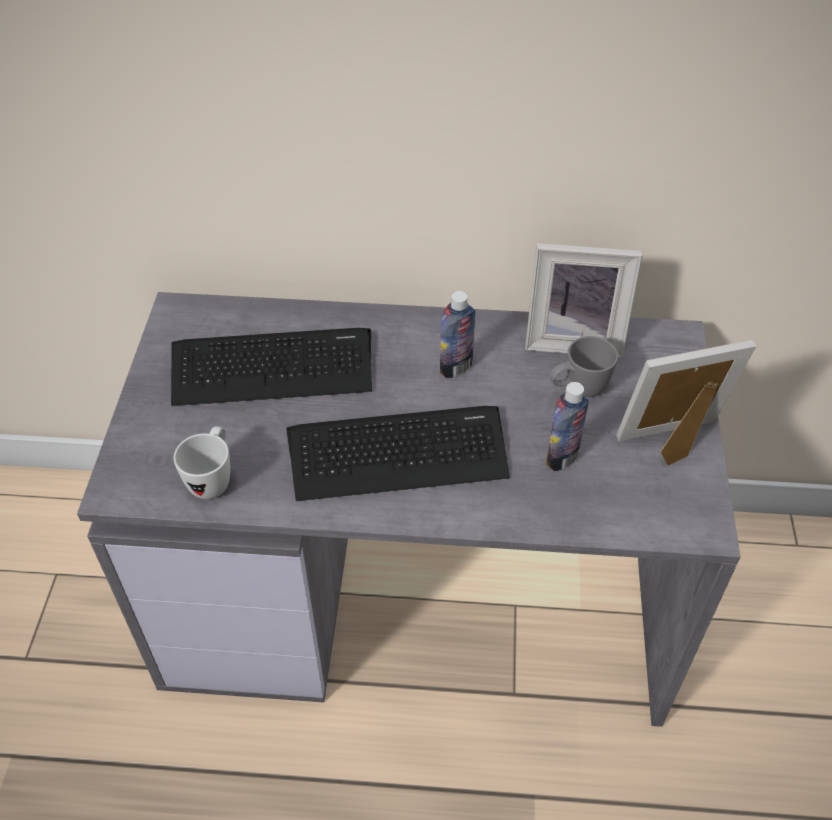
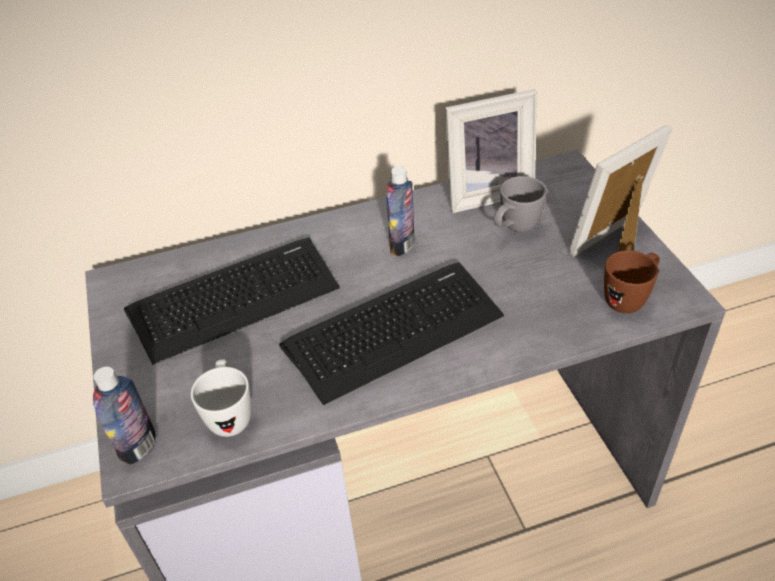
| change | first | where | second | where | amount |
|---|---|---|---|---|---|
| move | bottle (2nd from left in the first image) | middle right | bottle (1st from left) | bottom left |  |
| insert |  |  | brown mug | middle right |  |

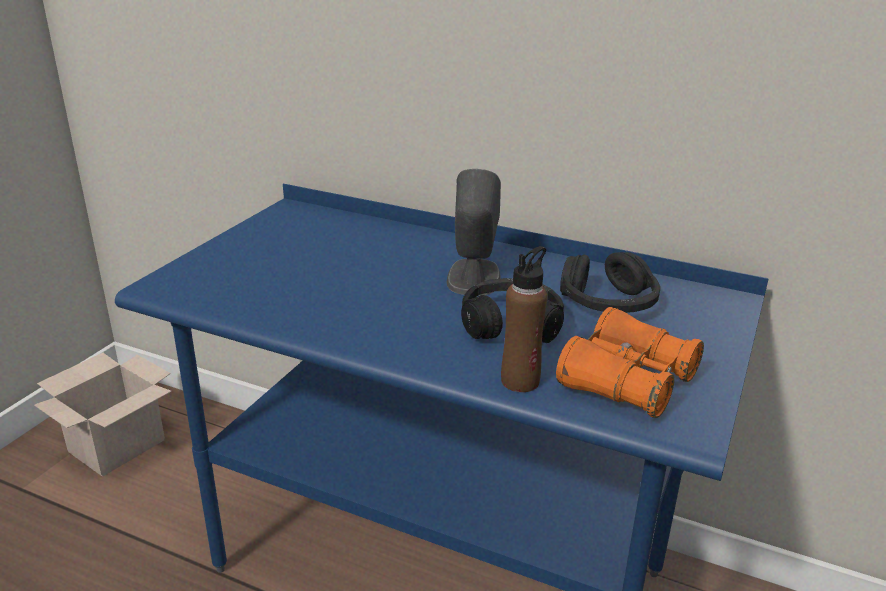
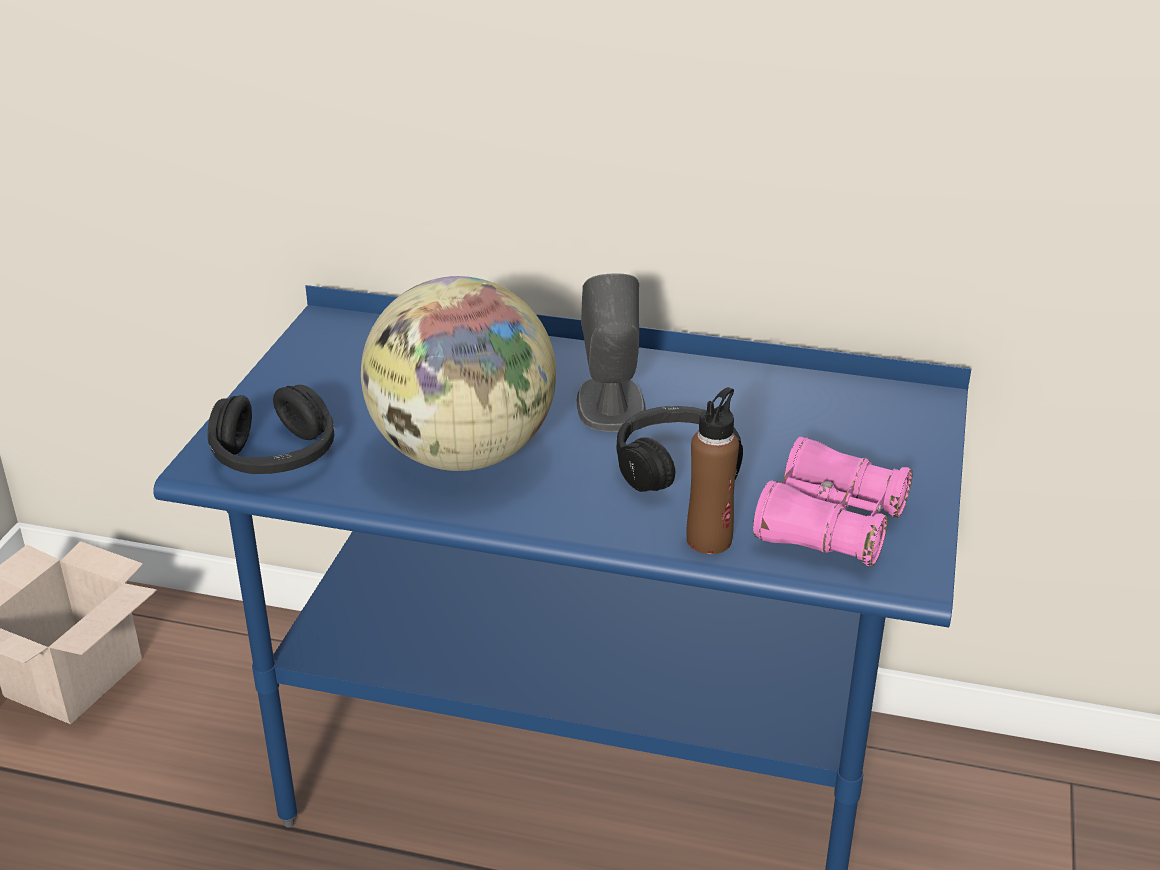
| change | first | where | second | where | amount |
|---|---|---|---|---|---|
| recolor | orange binoculars | middle right | pink binoculars | middle right |  |
| move | black headphones (2nd from left in the first image) | middle right | black headphones (1st from left) | middle left |  |
| insert |  |  | globe | centre |  |

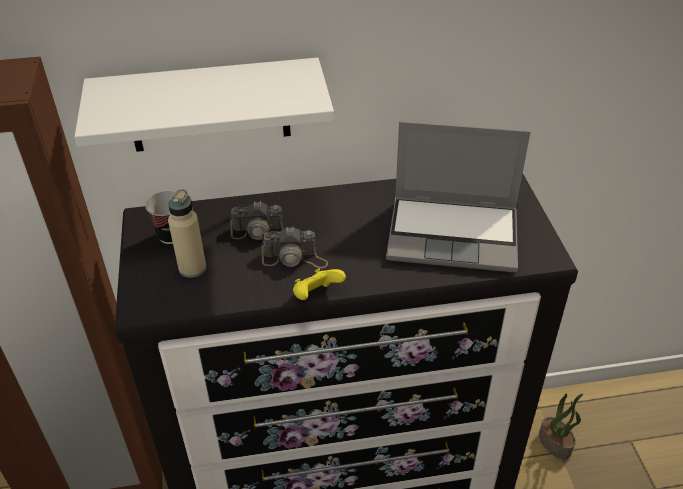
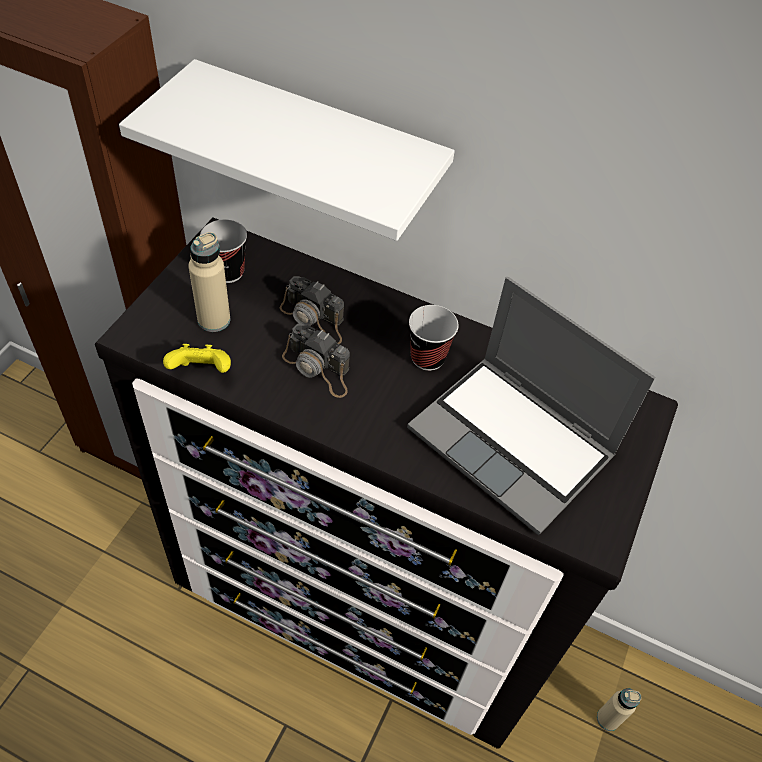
| change | first | where | second | where | amount |
|---|---|---|---|---|---|
| move | yellow game controller | centre |  | middle left |  |
| replace | potted plant | bottom right | beige bottle (2nd from left) | bottom right |  |
| insert |  |  | cup (2nd from left) | centre |  |

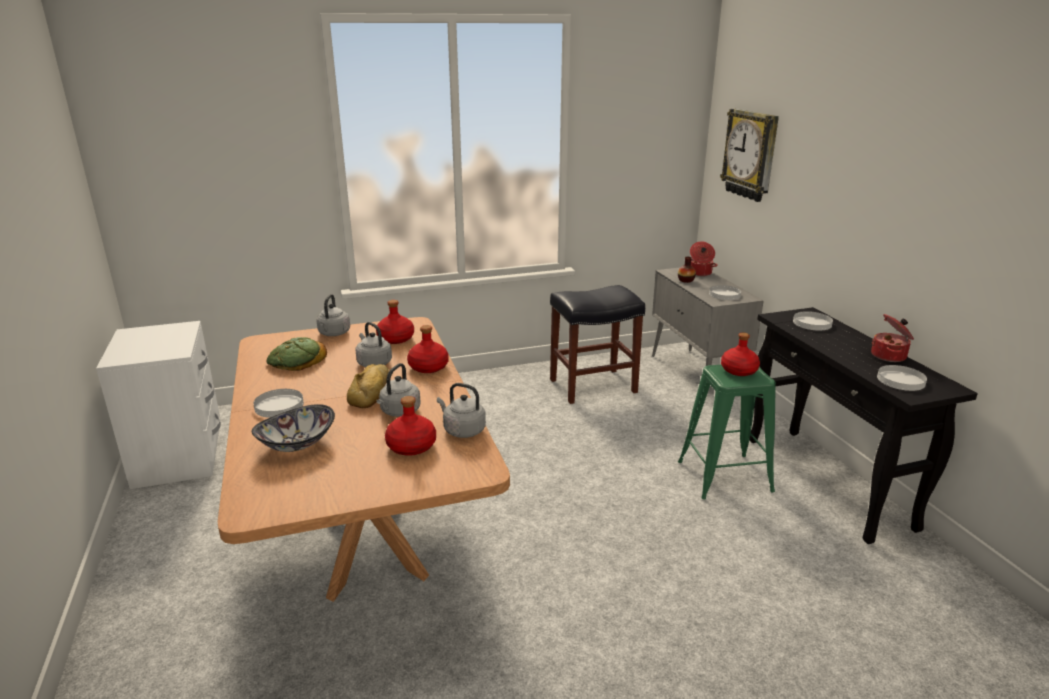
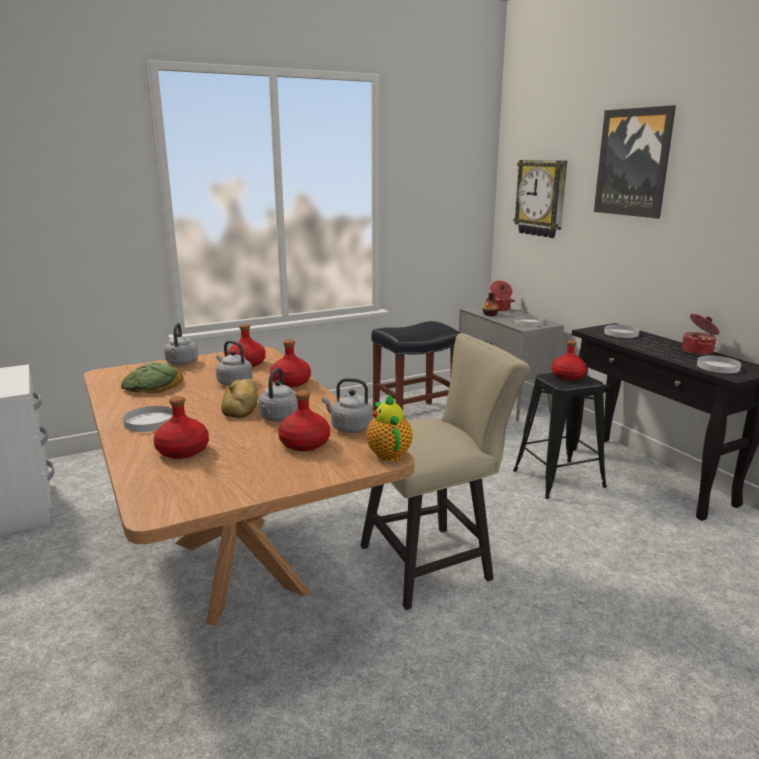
| change | first | where | second | where | amount |
|---|---|---|---|---|---|
| replace | bowl | middle left | red bottle (1st from left) | middle left |  |
| recolor | green stool | middle right | black stool (2nd from left) | middle right |  |
| insert |  |  | beige chair | centre |  |
| insert |  |  | teapot | centre |  |
| insert |  |  | picture | top right |  |

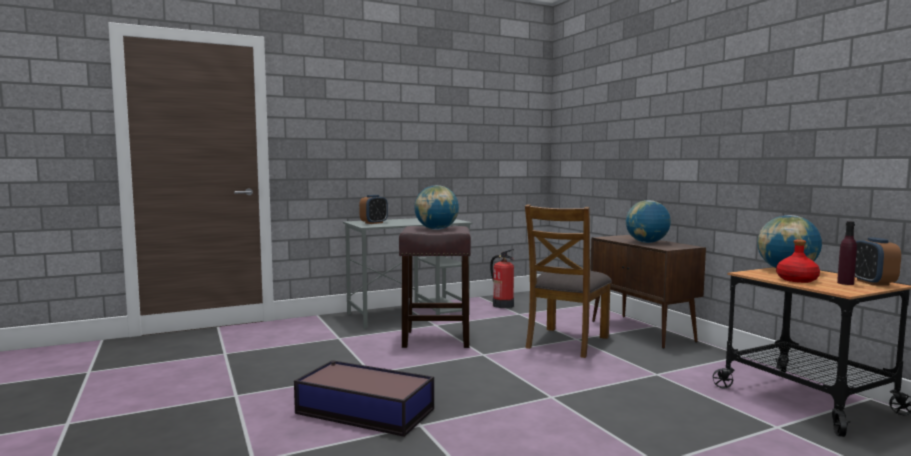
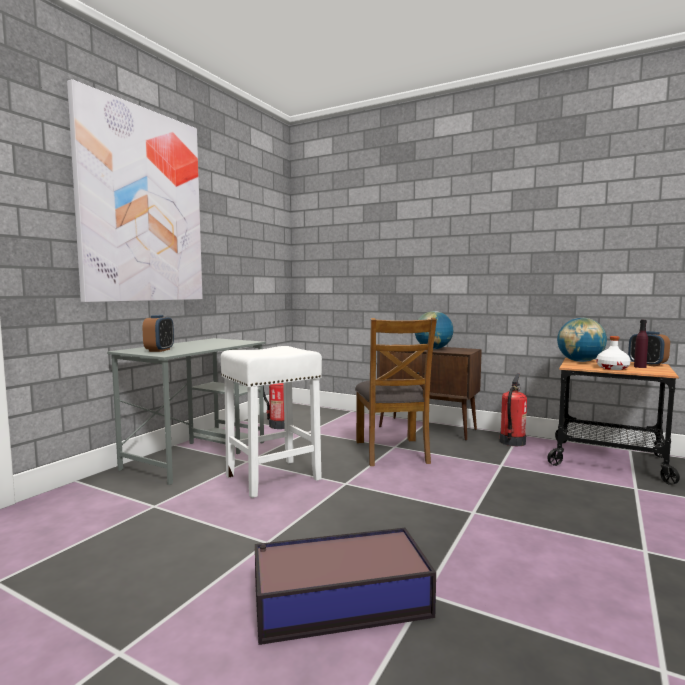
| change | first | where | second | where | amount |
|---|---|---|---|---|---|
| recolor | brown stool | centre | white stool | centre |  |
| delete | globe (1st from left) | centre |  |  |  |
| recolor | red bottle | middle right | white bottle | middle right |  |
| insert |  |  | picture | top left |  |
| insert |  |  | fire extinguisher (2nd from left) | middle right |  |

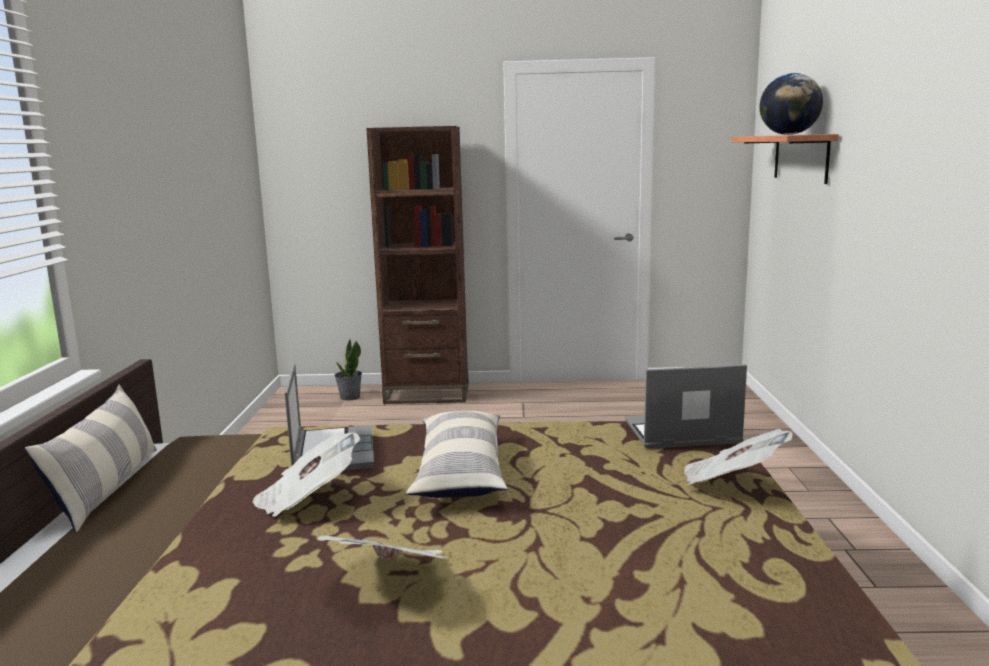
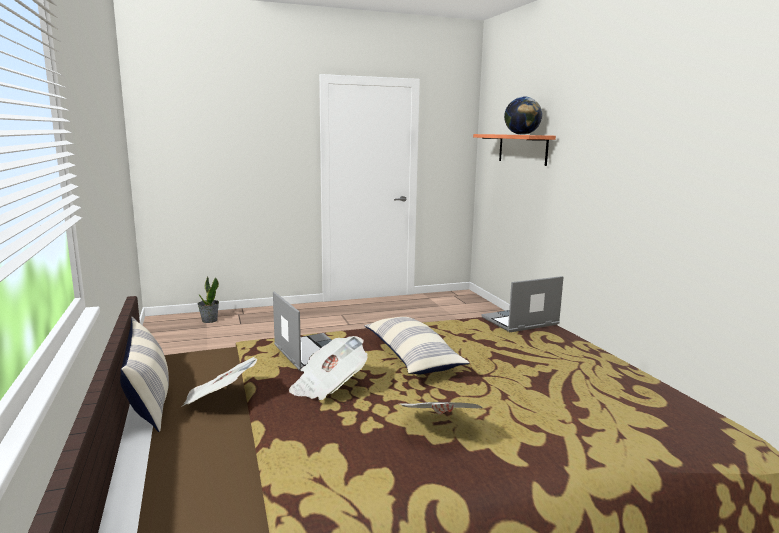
| change | first | where | second | where | amount |
|---|---|---|---|---|---|
| delete | brown bookcase | centre |  |  |  |
| move | newspaper (3rd from left in the first image) | bottom right | newspaper (1st from left) | bottom left |  |

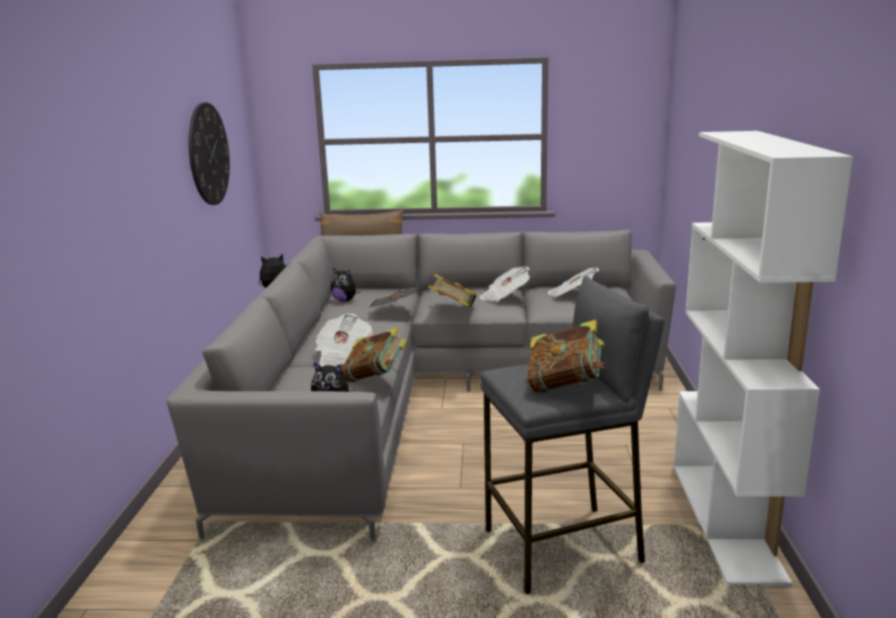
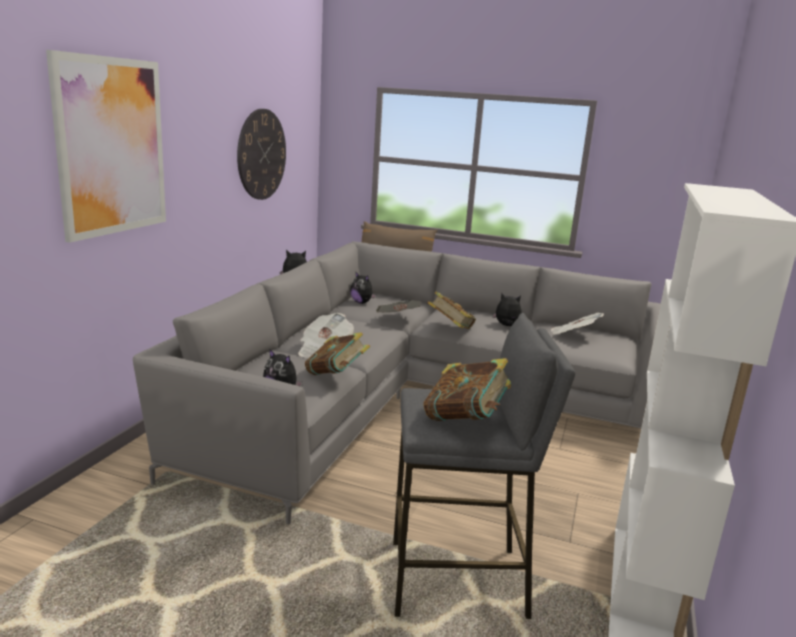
| change | first | where | second | where | amount |
|---|---|---|---|---|---|
| replace | newspaper (3rd from left) | centre | plush toy (4th from left) | centre |  |
| insert |  |  | picture | top left |  |

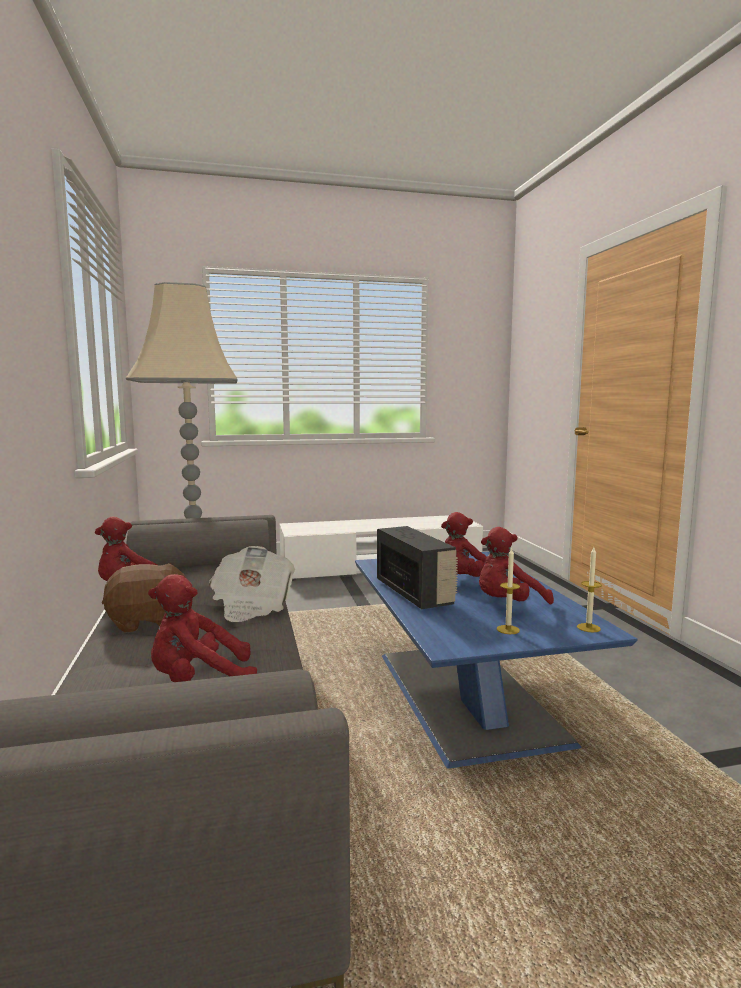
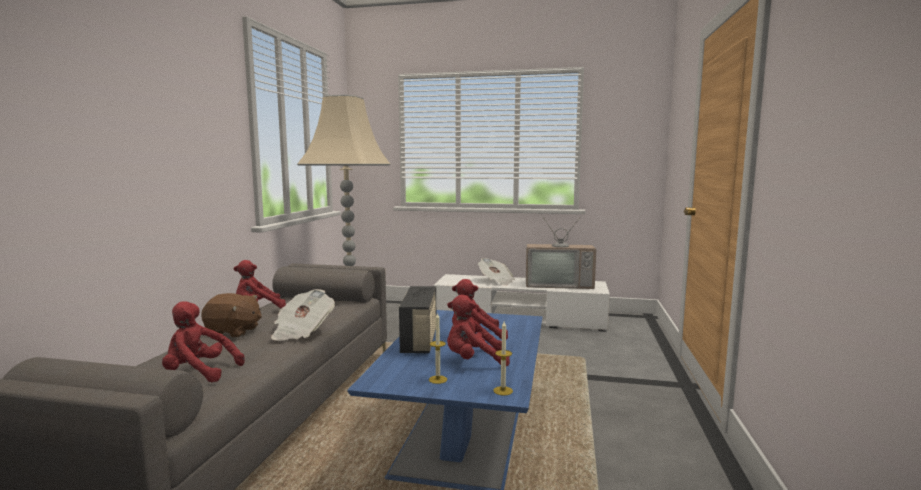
| change | first | where | second | where | amount |
|---|---|---|---|---|---|
| insert |  |  | newspaper (2nd from left) | centre |  |
| insert |  |  | television | centre |  |

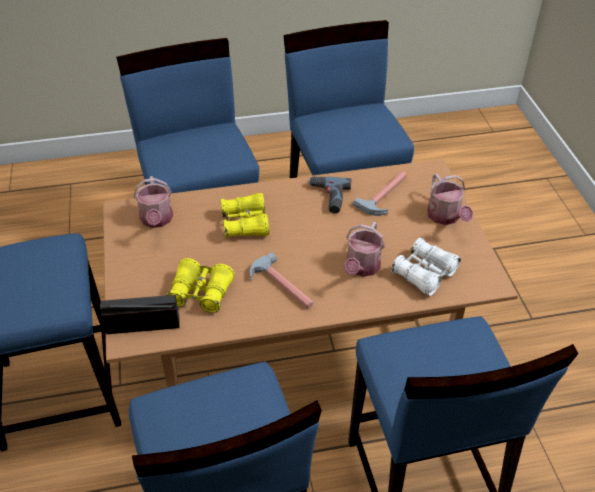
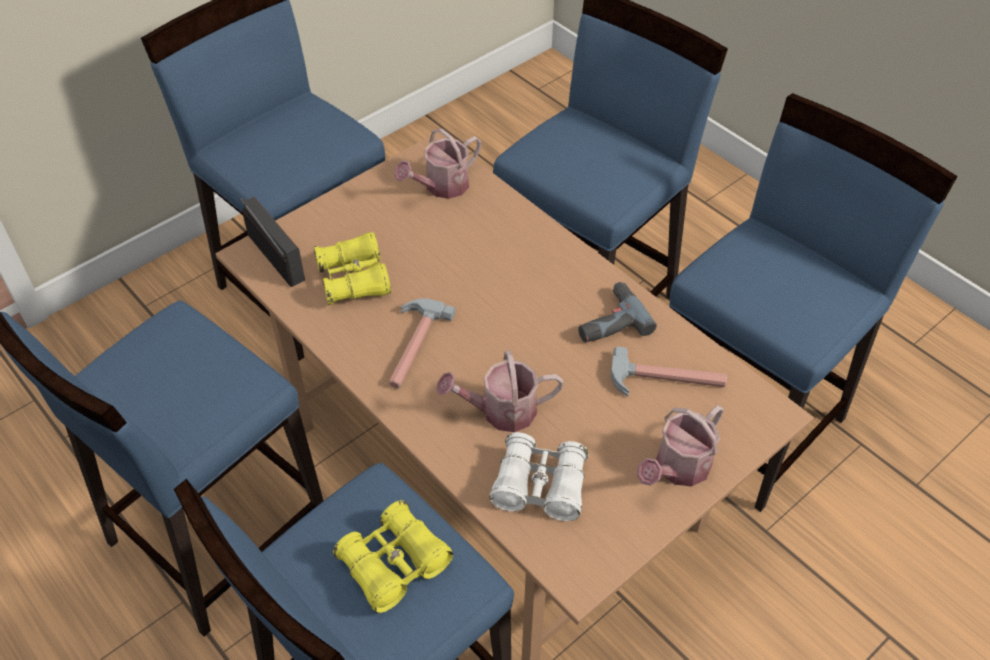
| change | first | where | second | where | amount |
|---|---|---|---|---|---|
| move | yellow binoculars (2nd from left) | centre |  | bottom centre |  |

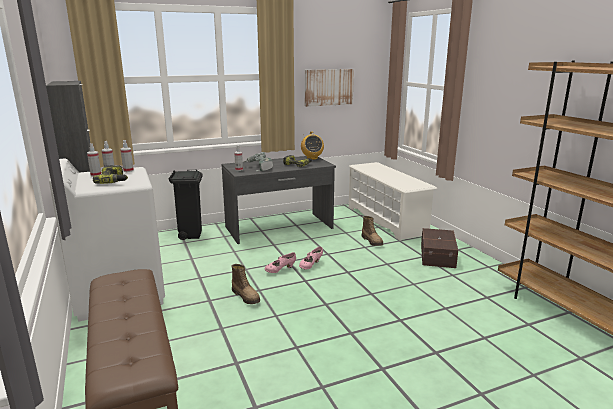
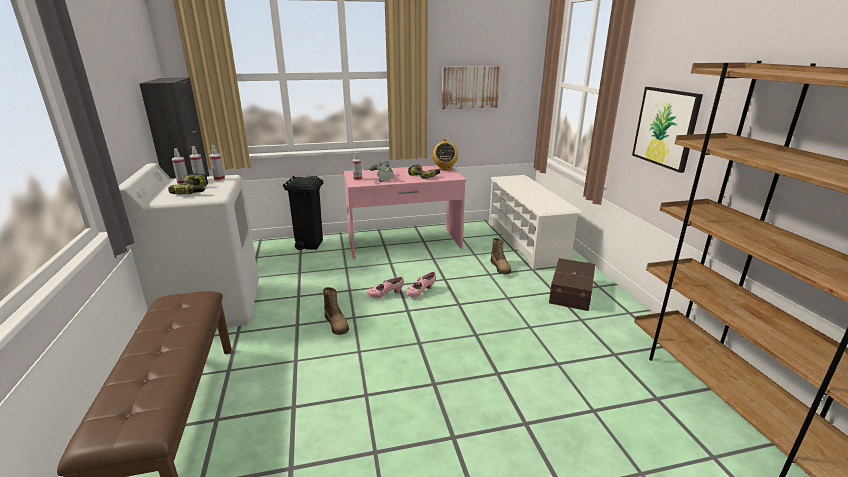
| change | first | where | second | where | amount |
|---|---|---|---|---|---|
| recolor | grey desk | centre | pink desk | centre |  |
| insert |  |  | picture (2nd from left) | top right |  |

